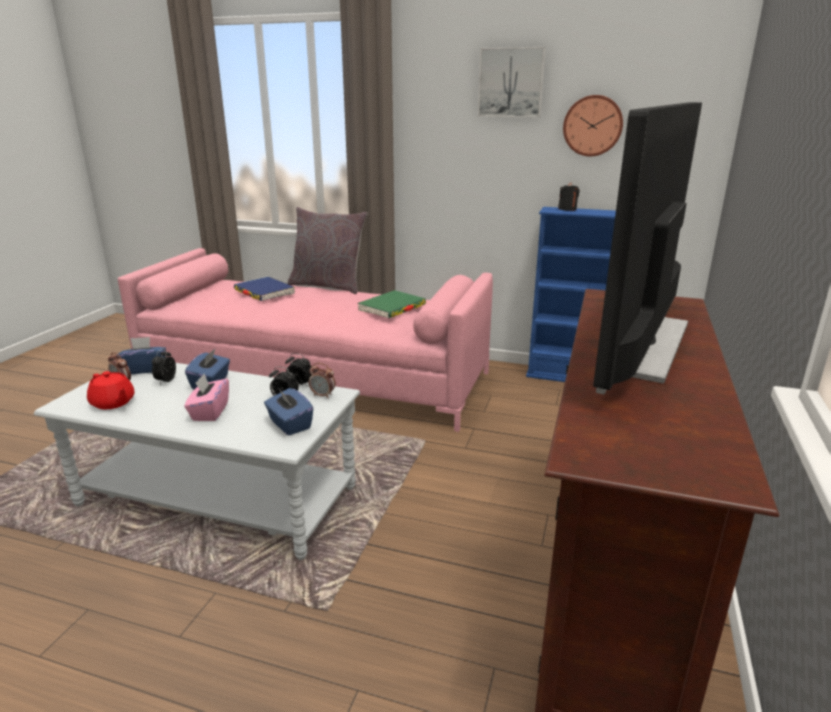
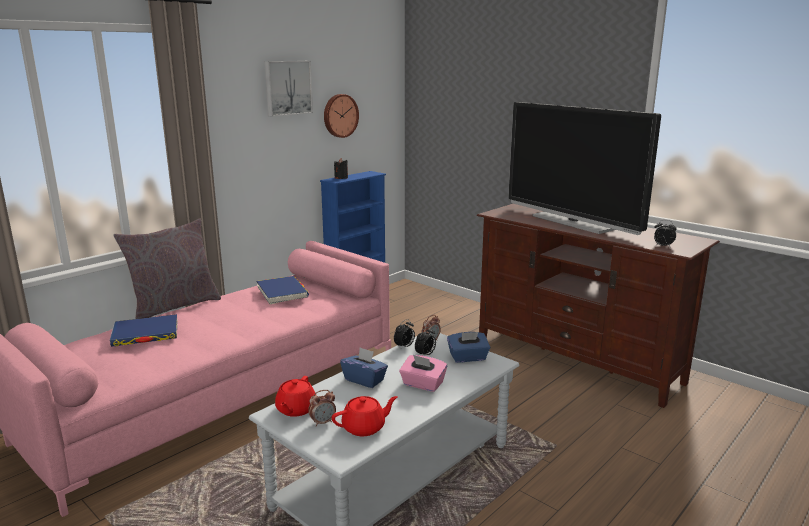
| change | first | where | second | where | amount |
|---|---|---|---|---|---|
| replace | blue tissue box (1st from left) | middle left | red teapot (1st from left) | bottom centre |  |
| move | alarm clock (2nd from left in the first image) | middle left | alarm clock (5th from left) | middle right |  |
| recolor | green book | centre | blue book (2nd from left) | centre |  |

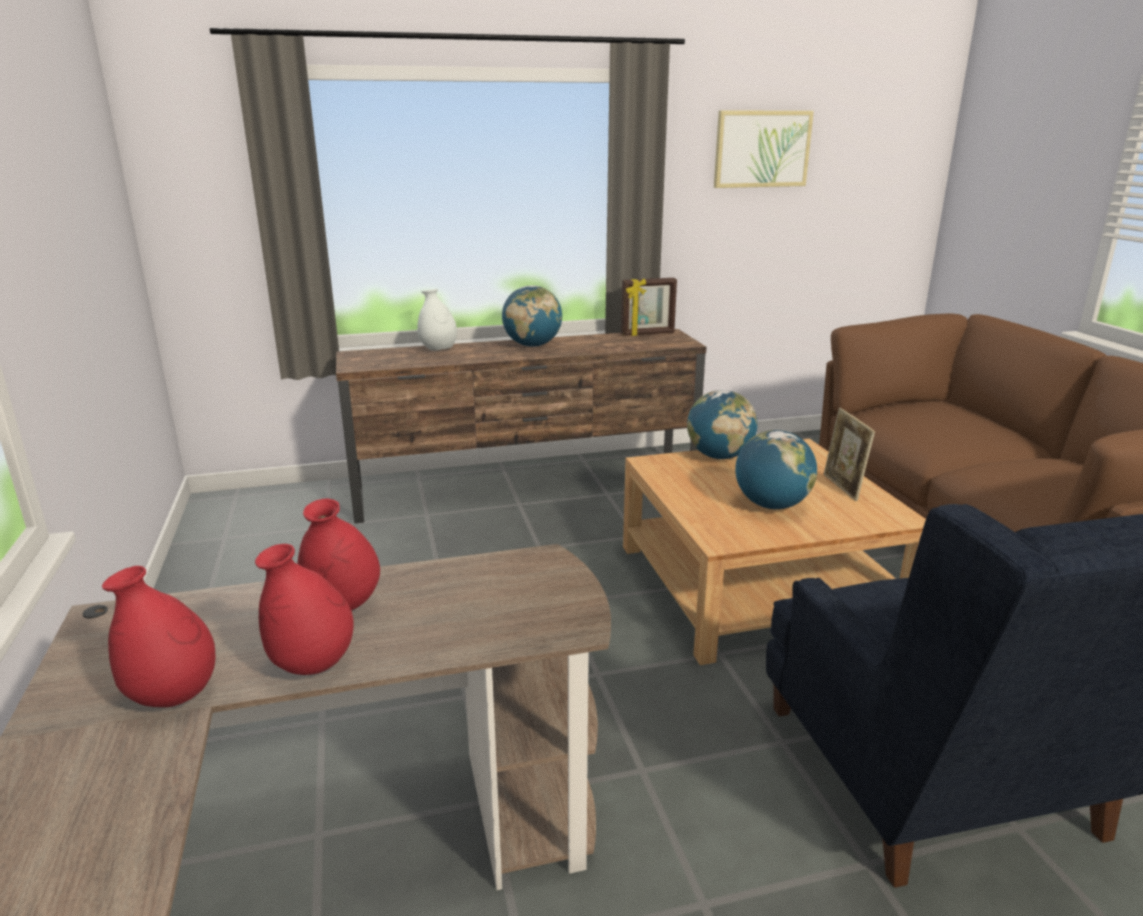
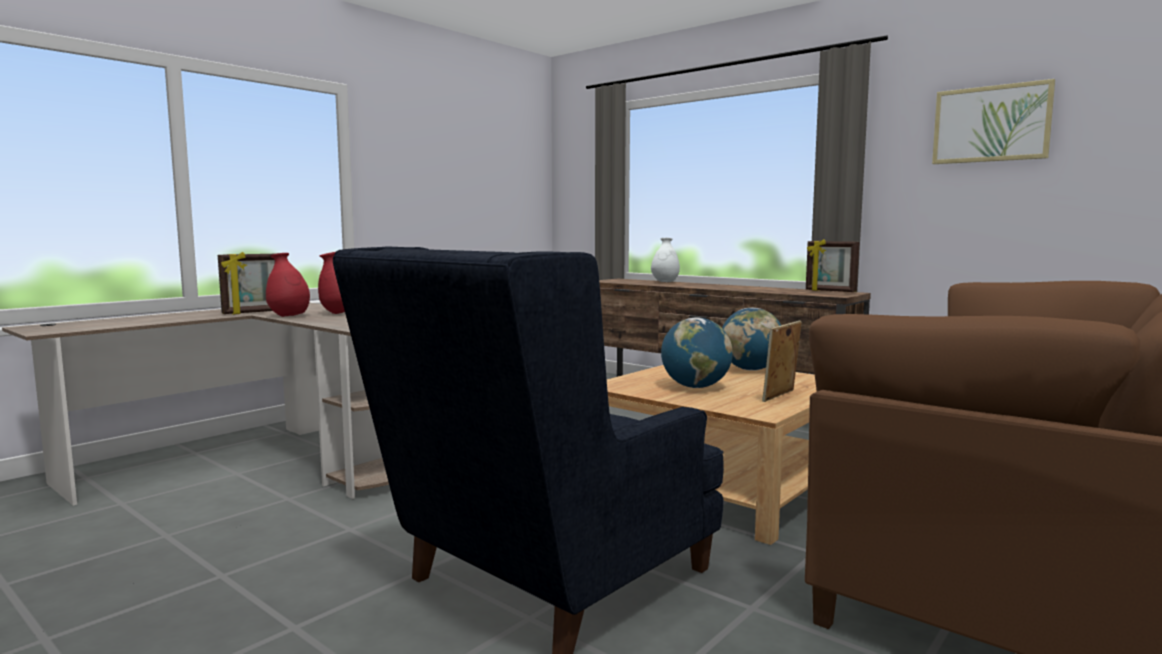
| change | first | where | second | where | amount |
|---|---|---|---|---|---|
| replace | red vase (1st from left) | bottom left | picture frame (1st from left) | middle left |  |
| delete | globe (1st from left) | centre |  |  |  |

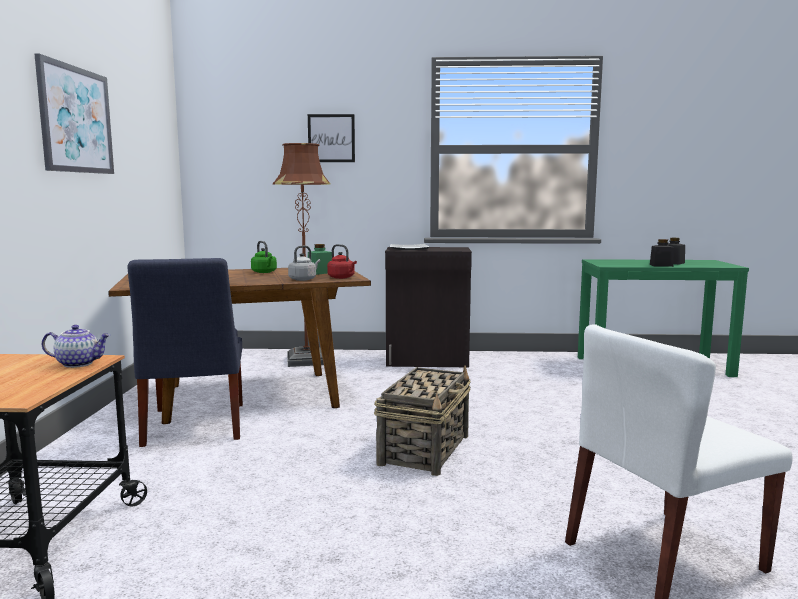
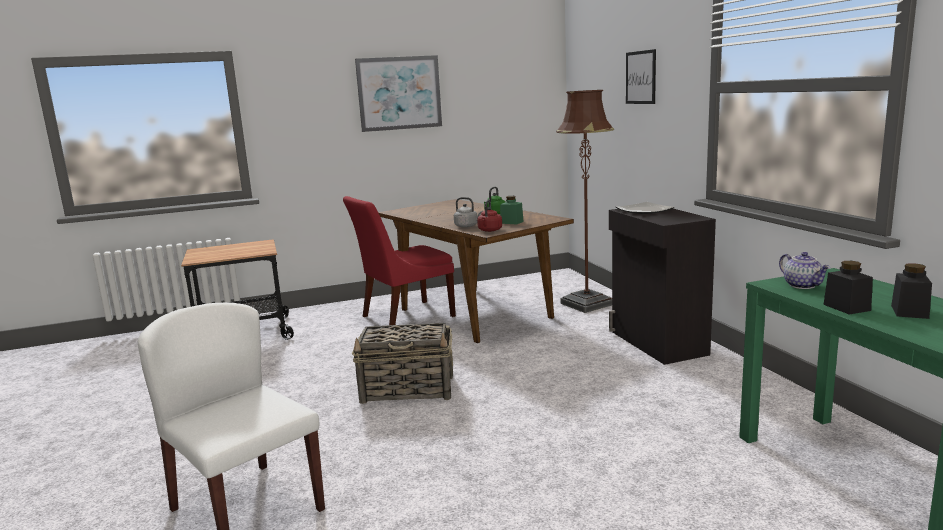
| change | first | where | second | where | amount |
|---|---|---|---|---|---|
| move | teapot | middle left |  | middle right |  |
| recolor | blue chair | middle left | red chair | centre |  |

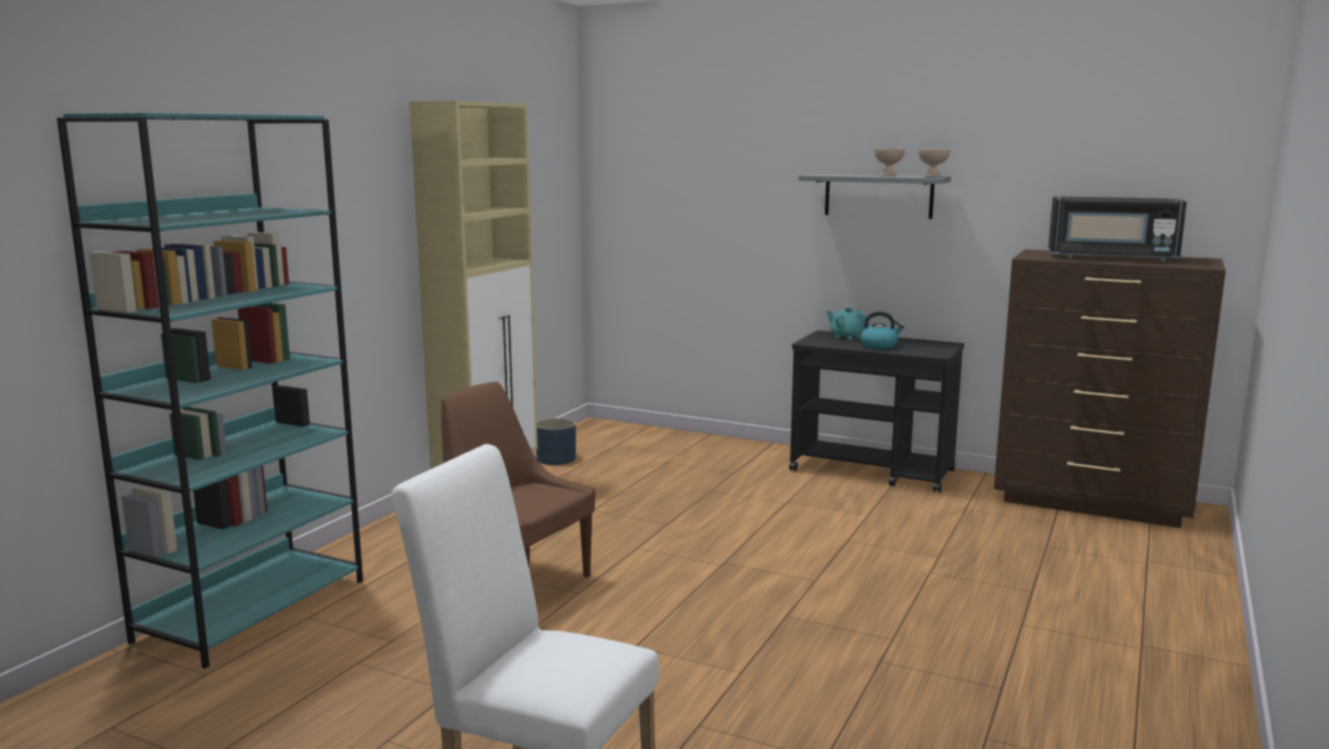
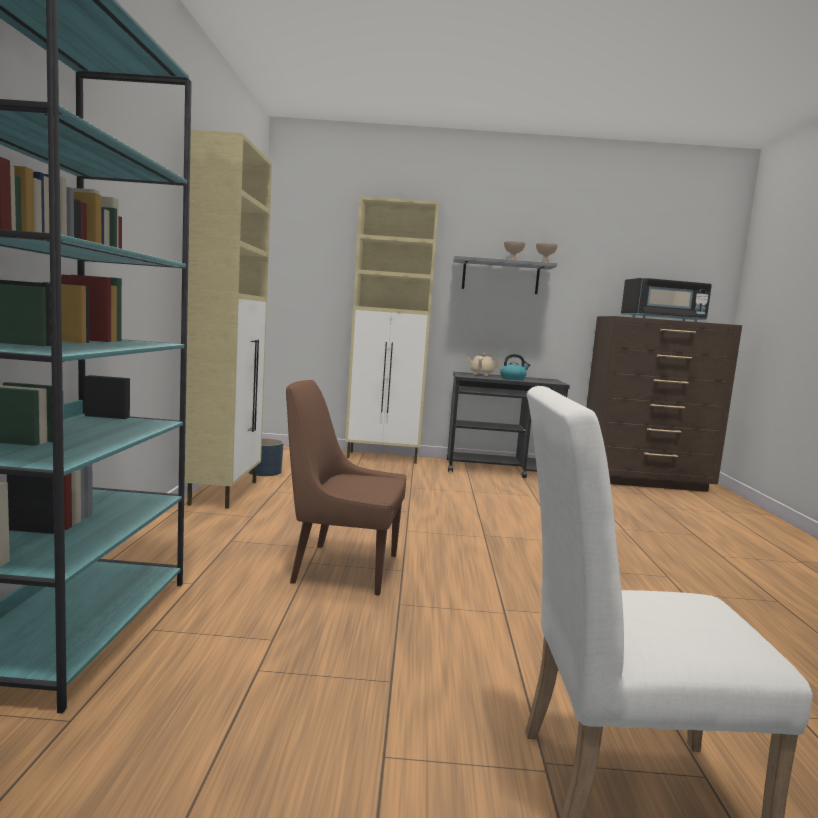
| change | first | where | second | where | amount |
|---|---|---|---|---|---|
| recolor | turquoise teapot | centre | beige teapot | centre |  |
| insert |  |  | beige cabinet (2nd from left) | centre |  |

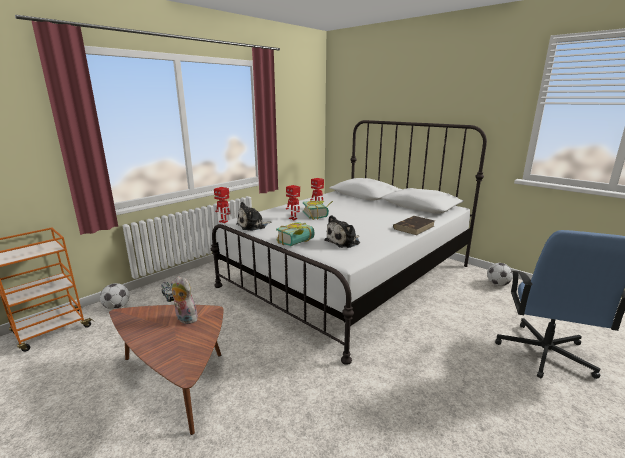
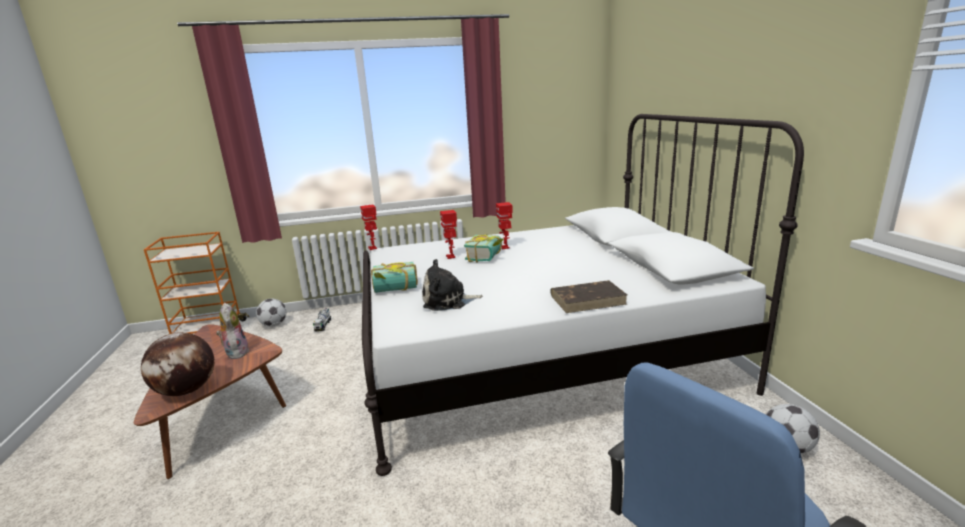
| change | first | where | second | where | amount |
|---|---|---|---|---|---|
| delete | plush toy (2nd from left) | centre |  |  |  |
| insert |  |  | globe | bottom left |  |

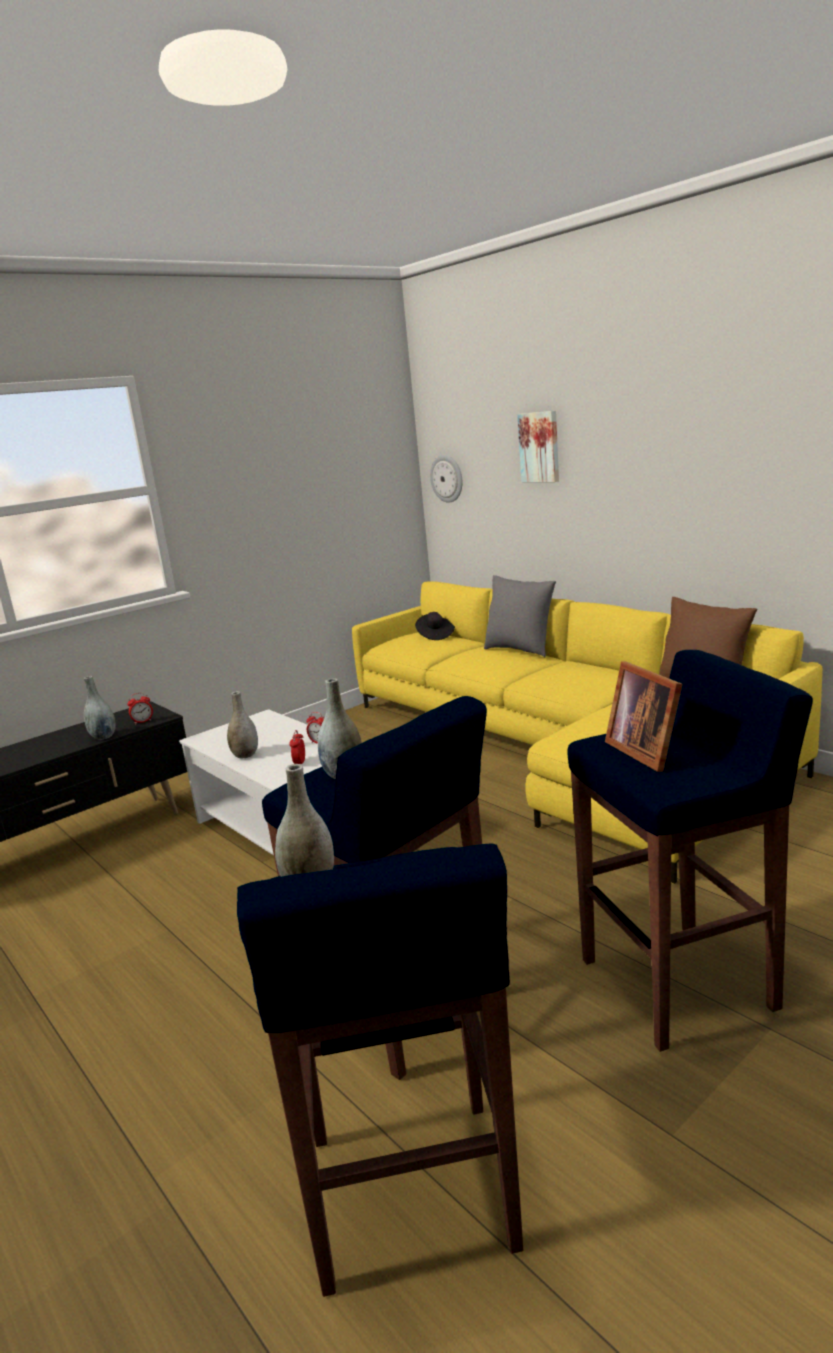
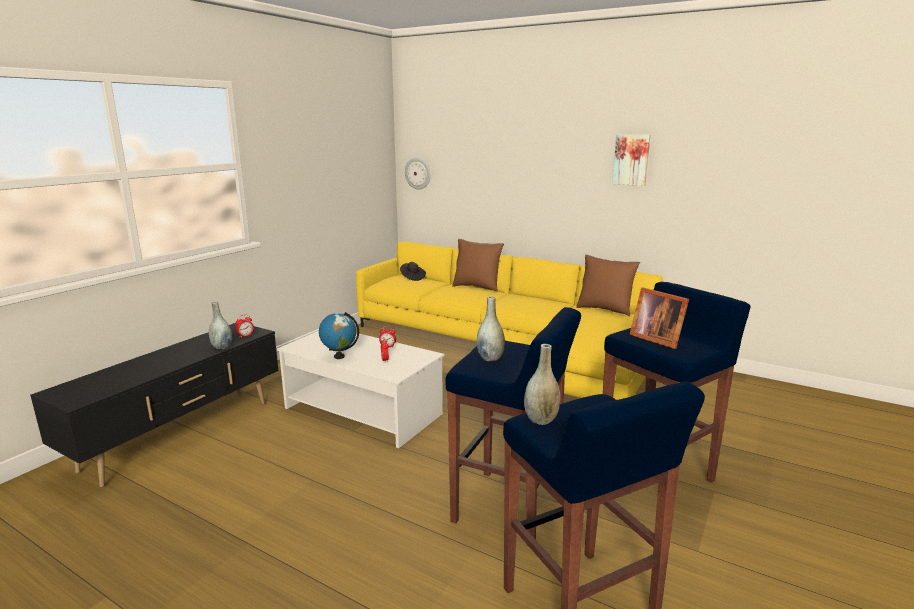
| change | first | where | second | where | amount |
|---|---|---|---|---|---|
| replace | grey vase (2nd from left) | middle left | globe | centre |  |
| recolor | grey pillow | centre | brown pillow (1st from left) | centre |  |
| move | picture | top centre |  | top right |  |

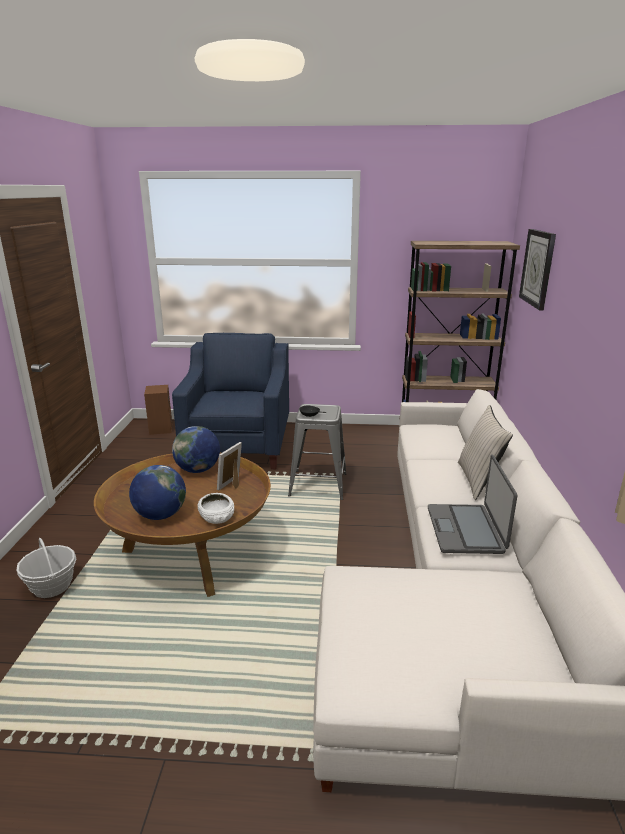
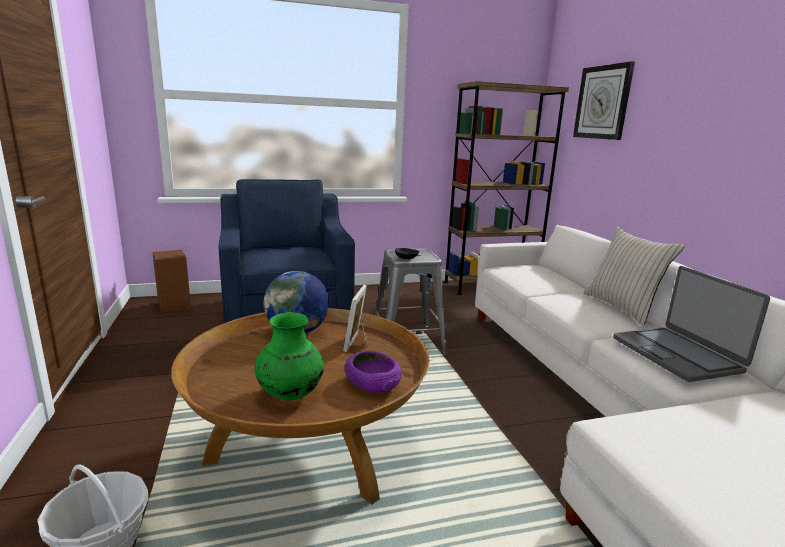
| change | first | where | second | where | amount |
|---|---|---|---|---|---|
| replace | globe (1st from left) | middle left | green vase | centre |  |
| recolor | white bowl | centre | purple bowl | bottom centre |  |

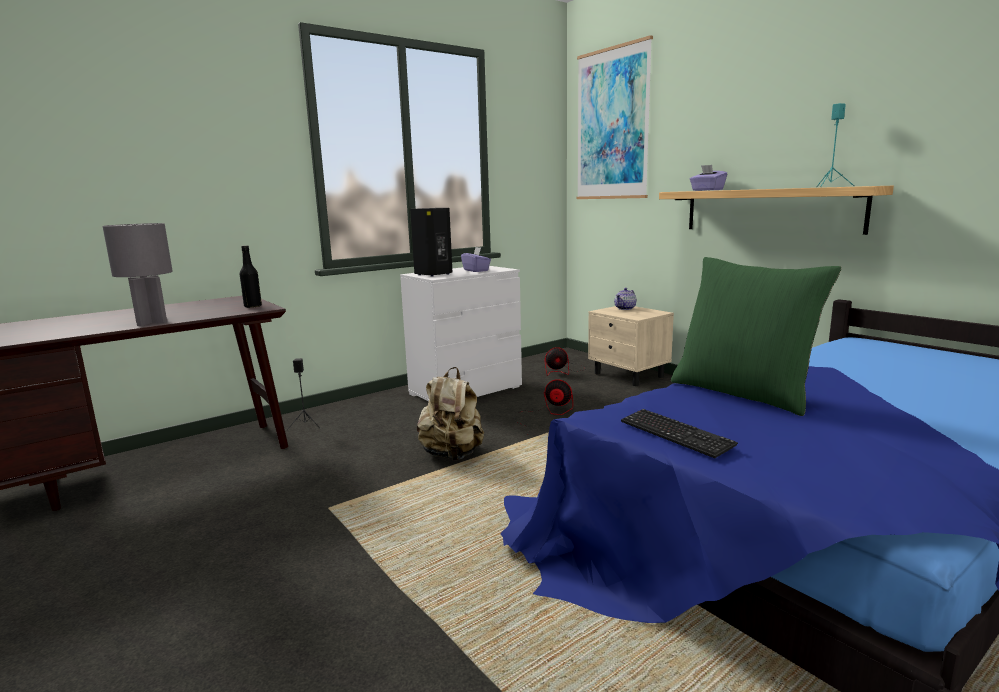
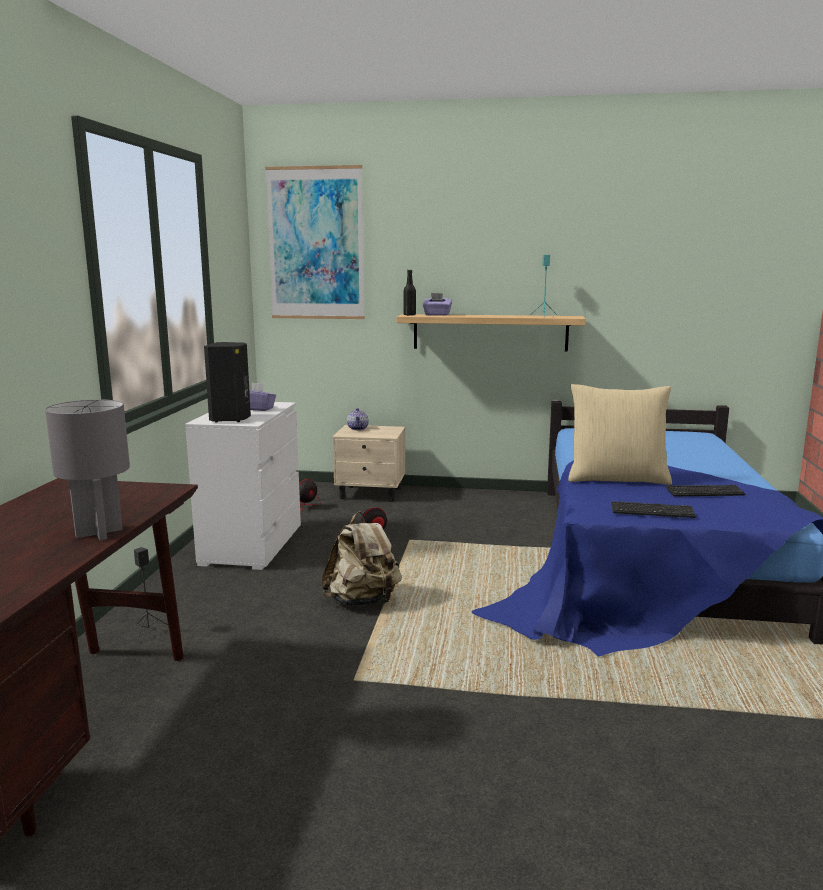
| change | first | where | second | where | amount |
|---|---|---|---|---|---|
| move | black bottle | middle left |  | top centre |  |
| recolor | green pillow | middle right | beige pillow | middle right |  |
| insert |  |  | keyboard (2nd from left) | middle right |  |

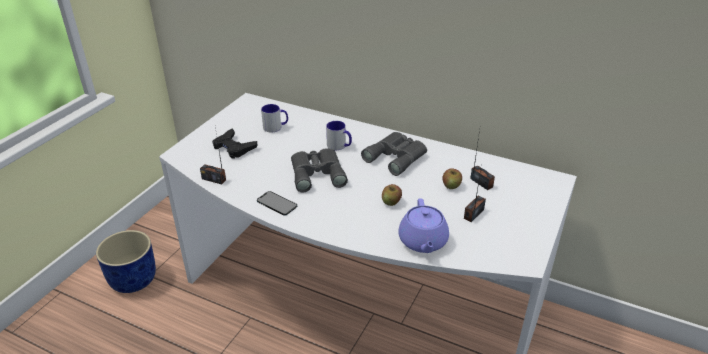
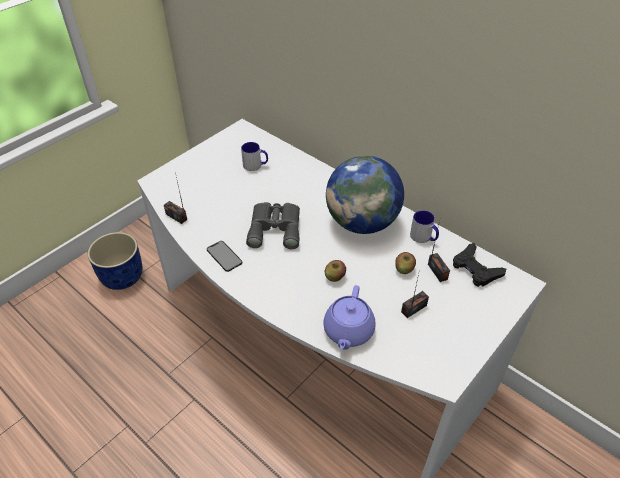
| change | first | where | second | where | amount |
|---|---|---|---|---|---|
| move | black game controller | middle left |  | middle right |  |
| move | mug (2nd from left) | centre |  | middle right |  |
| replace | grey binoculars (2nd from left) | centre | globe | centre |  |

